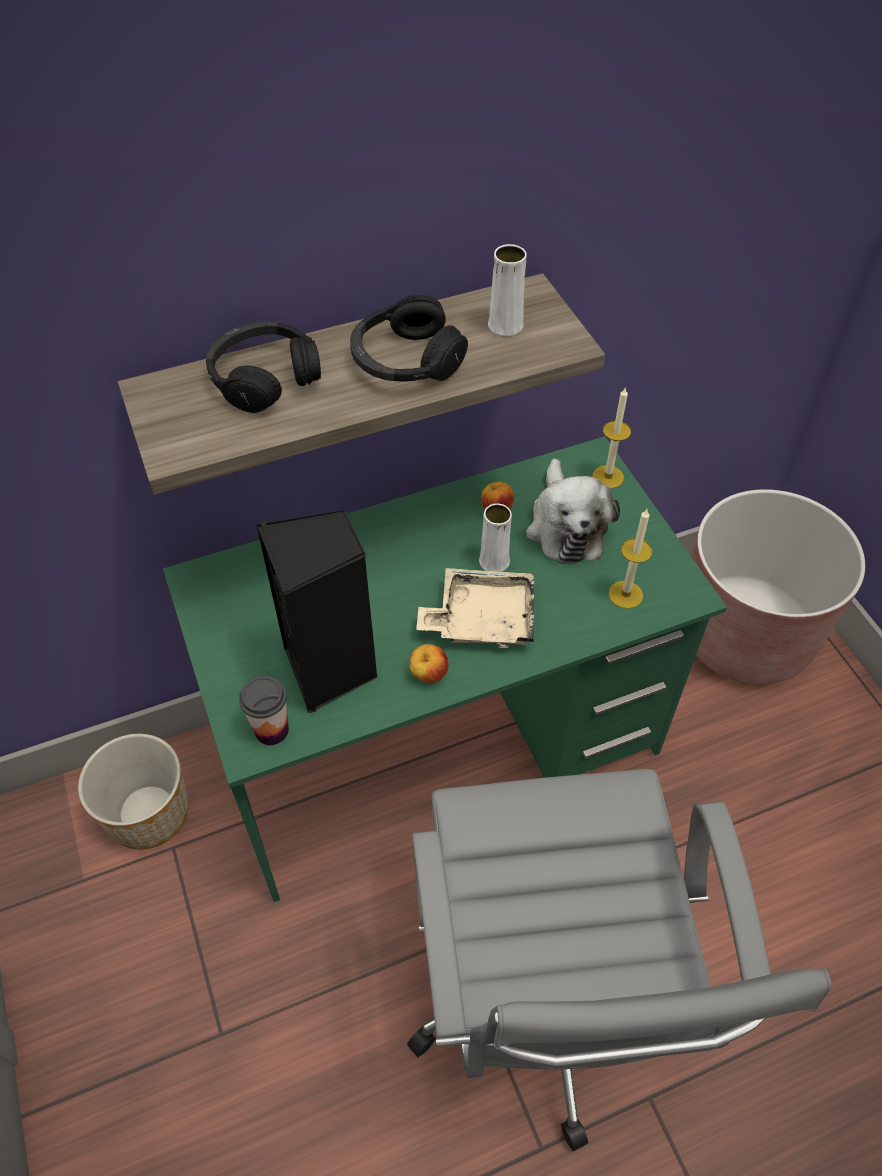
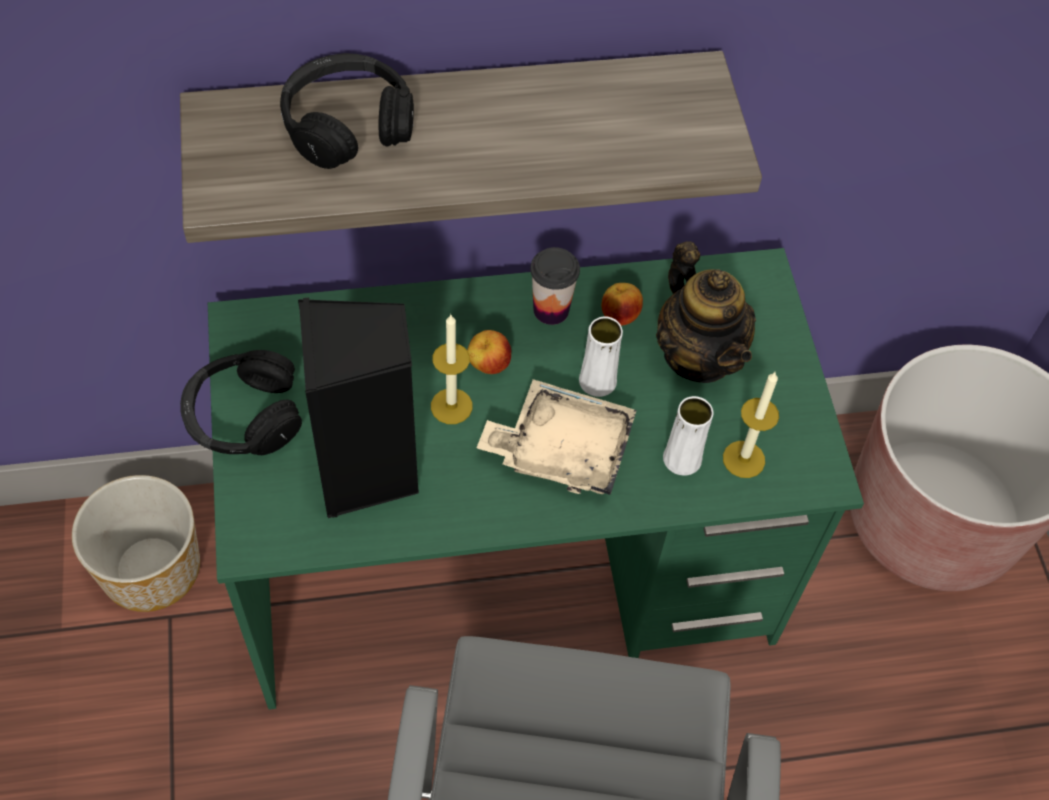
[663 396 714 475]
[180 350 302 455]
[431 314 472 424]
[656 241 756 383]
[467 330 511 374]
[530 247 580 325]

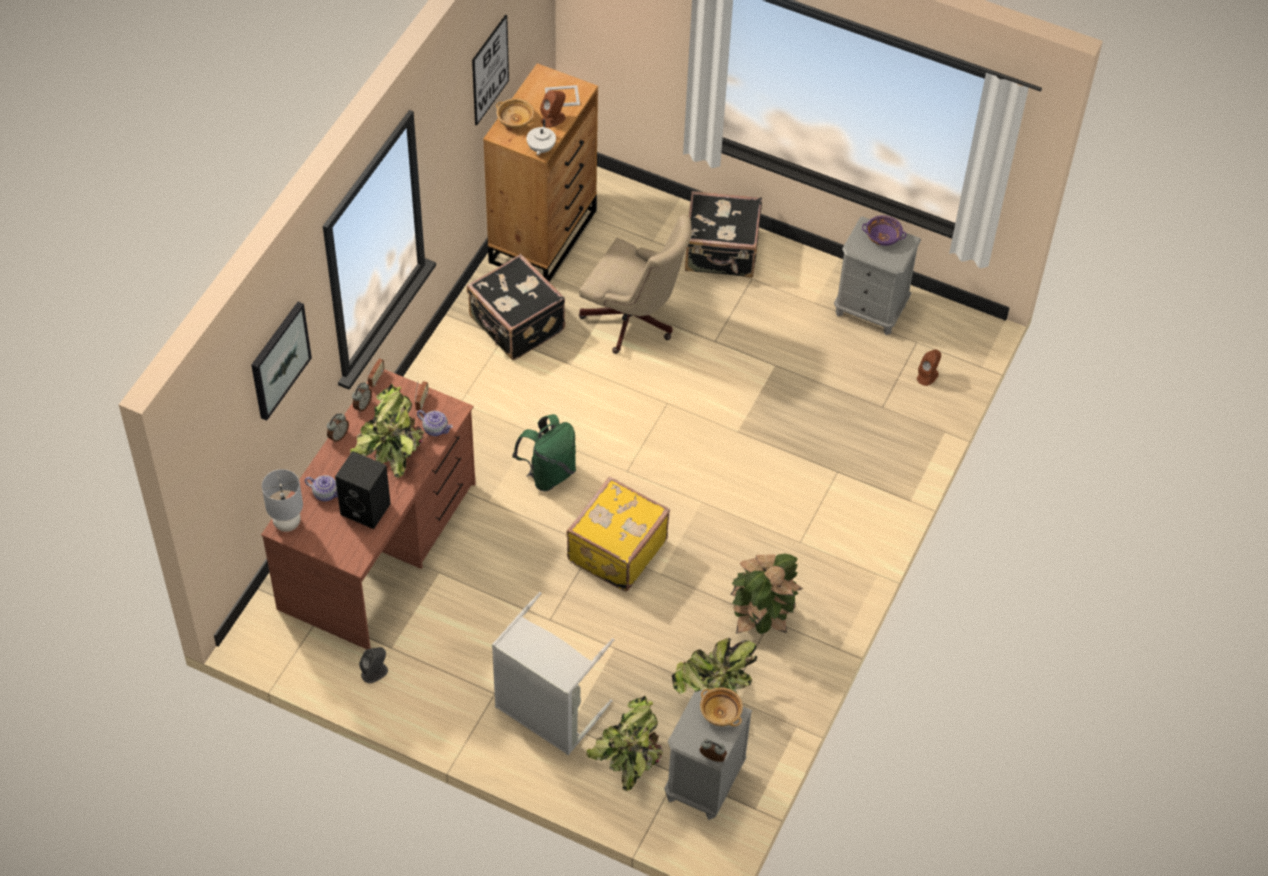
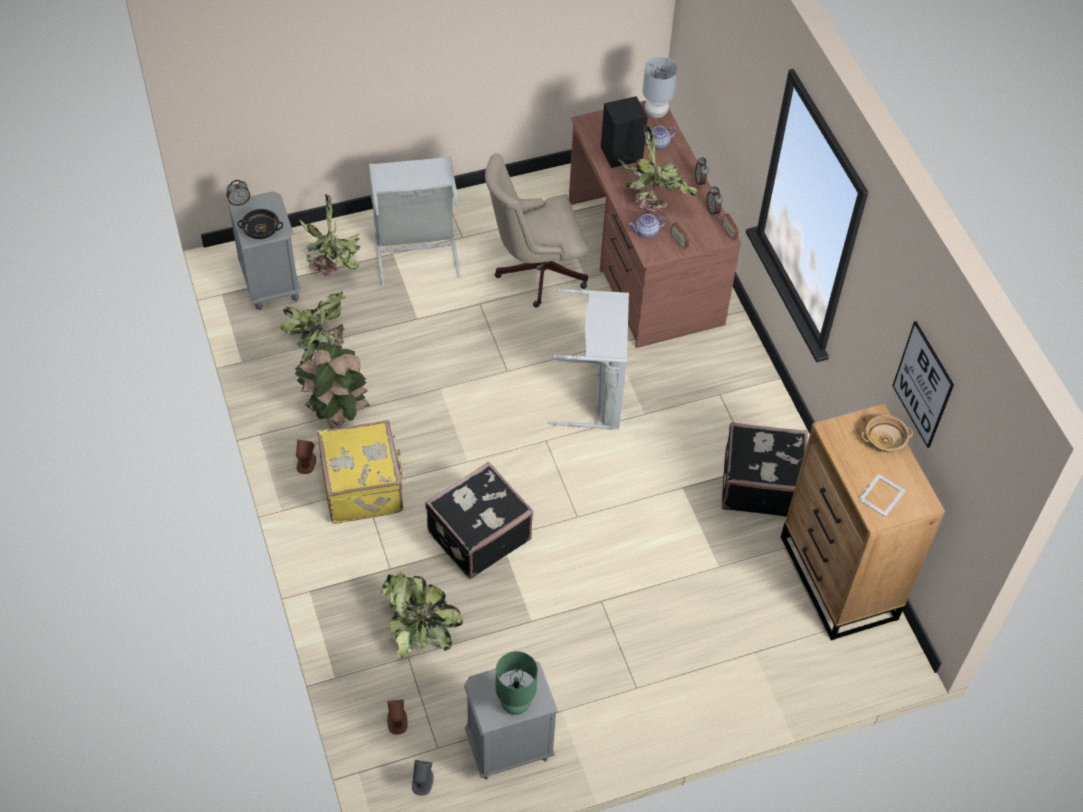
[296 440 316 474]
[526 119 556 155] (first image)
[425 462 534 579]
[485 153 589 307]
[496 651 538 715]
[251 302 312 421] (first image)
[550 289 629 429]
[317 420 404 523]
[412 760 434 796]
[237 209 283 239]
[381 572 463 658]

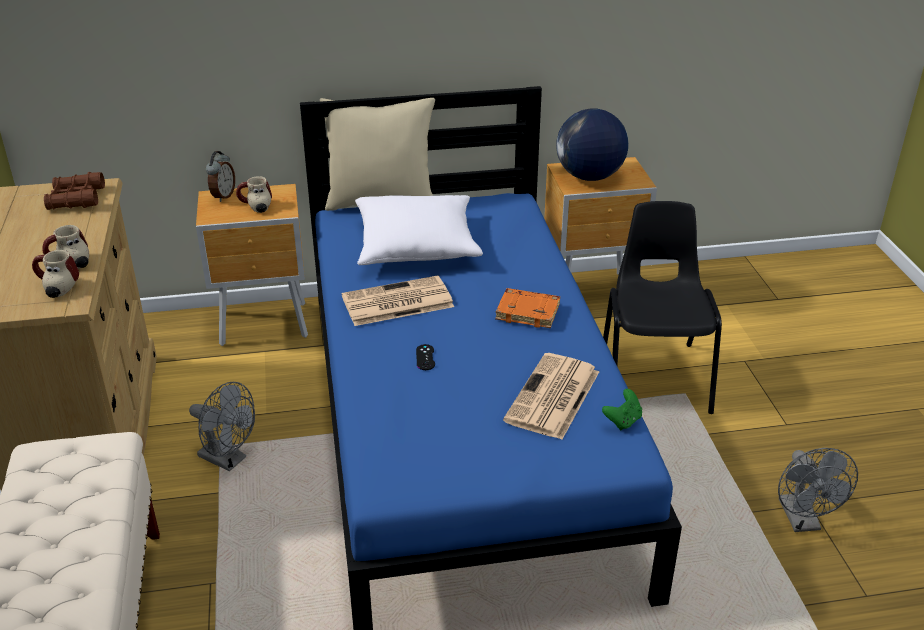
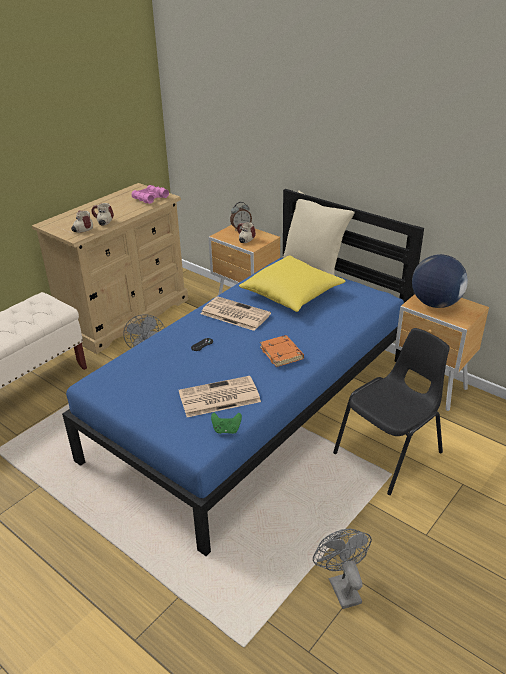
[132 185 169 204]
[239 255 346 312]
[313 529 372 609]

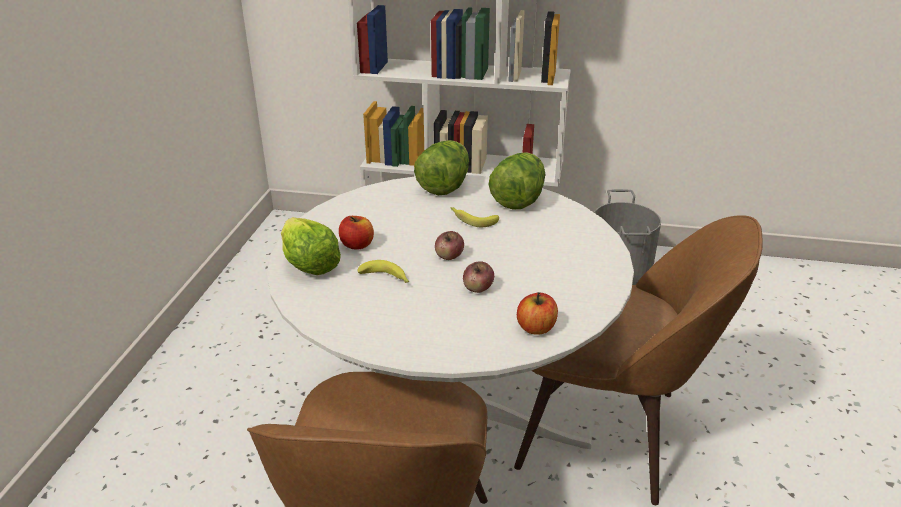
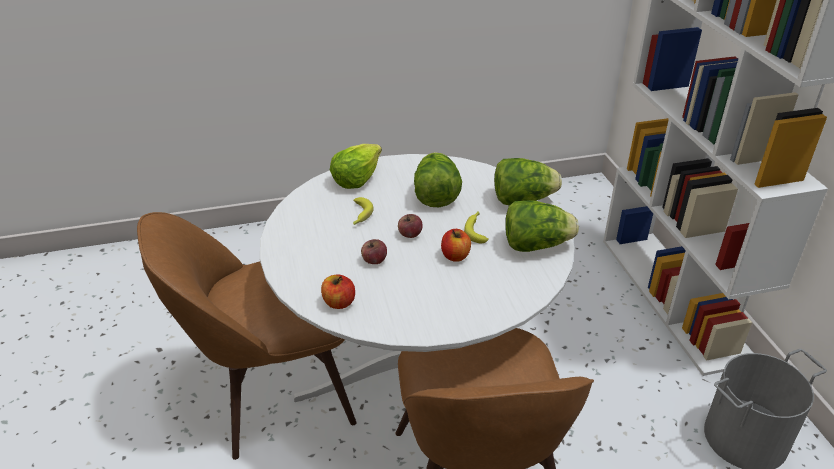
[441 229 471 262]
[414 152 462 207]

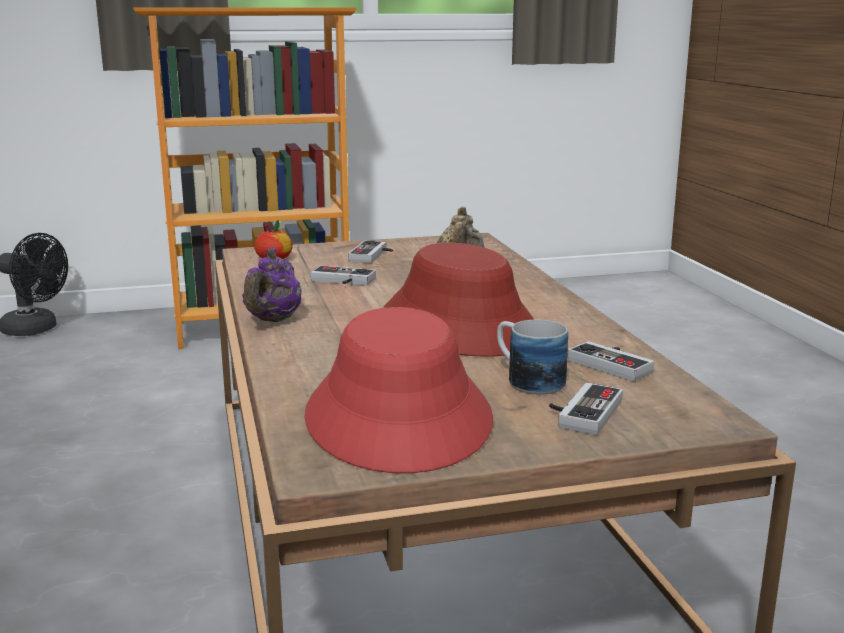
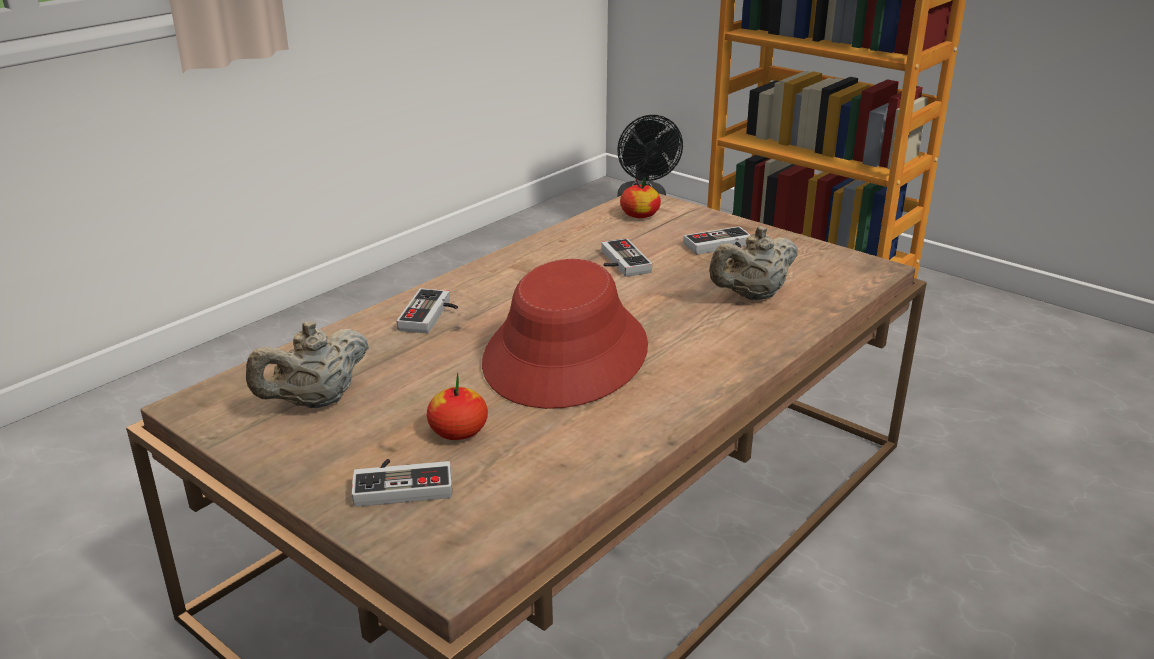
[242 248 302 322] (first image)
[246 321 369 408]
[427 373 488 440]
[397 288 458 334]

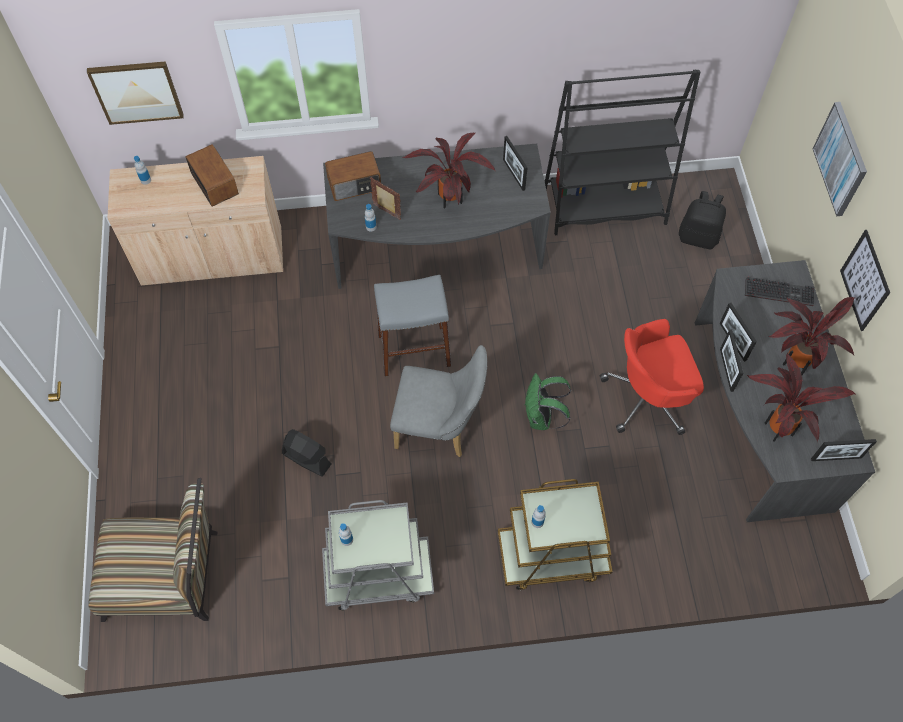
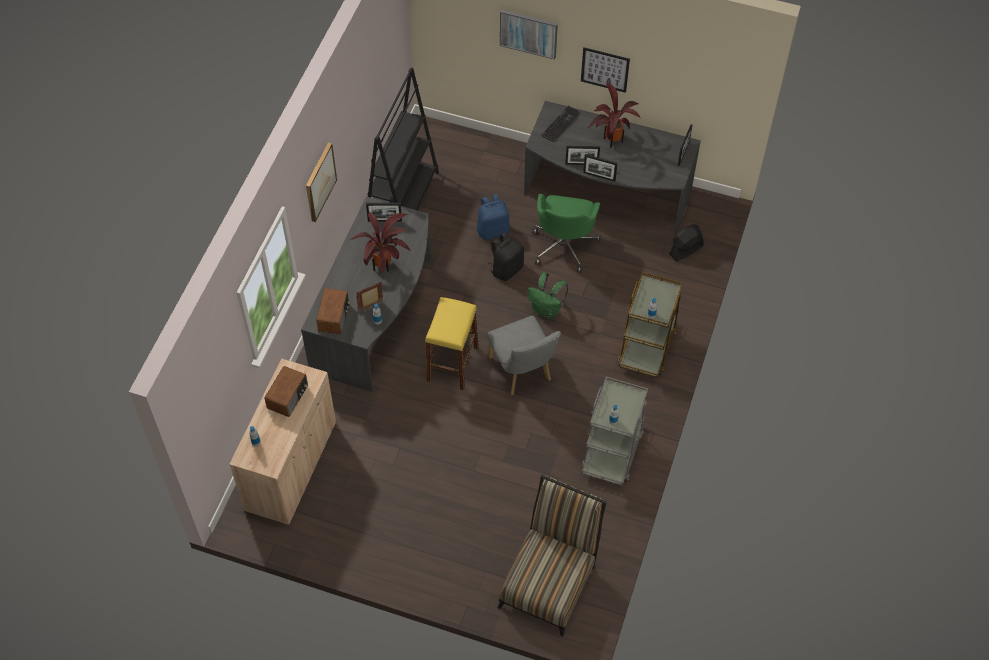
[306 142 337 222]
[265 366 308 417]
[488 232 524 281]
[425 297 479 390]
[532 194 601 273]
[487 316 561 395]
[747 352 855 442] (first image)
[669 224 704 262]
[477 194 510 240]

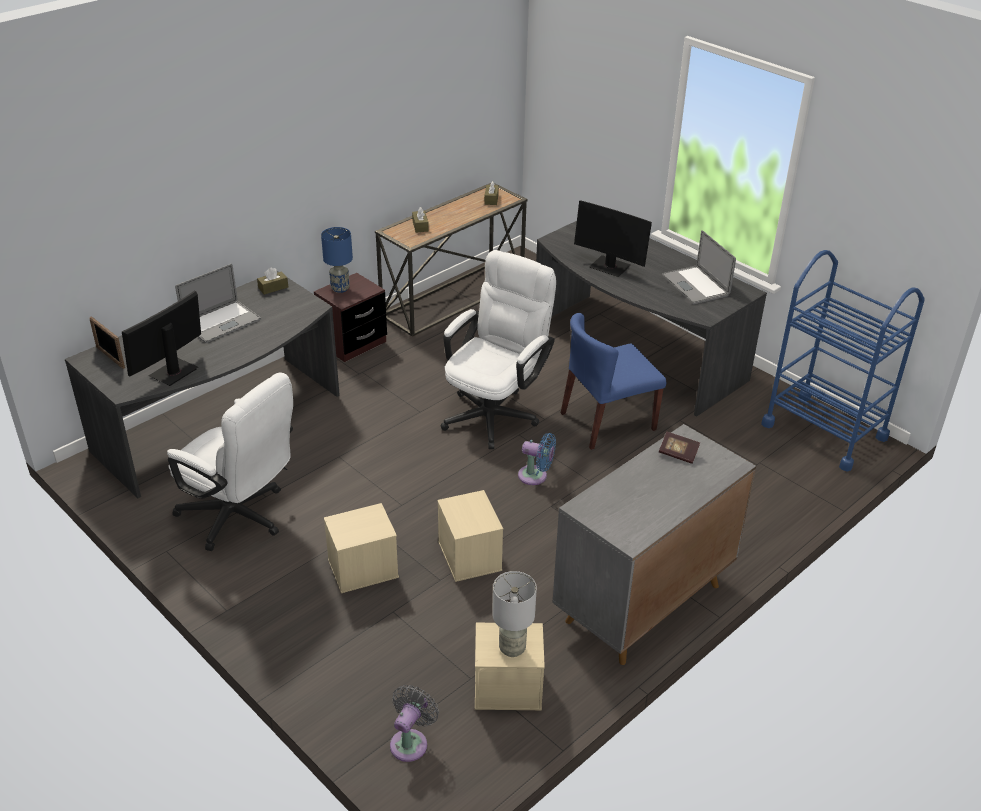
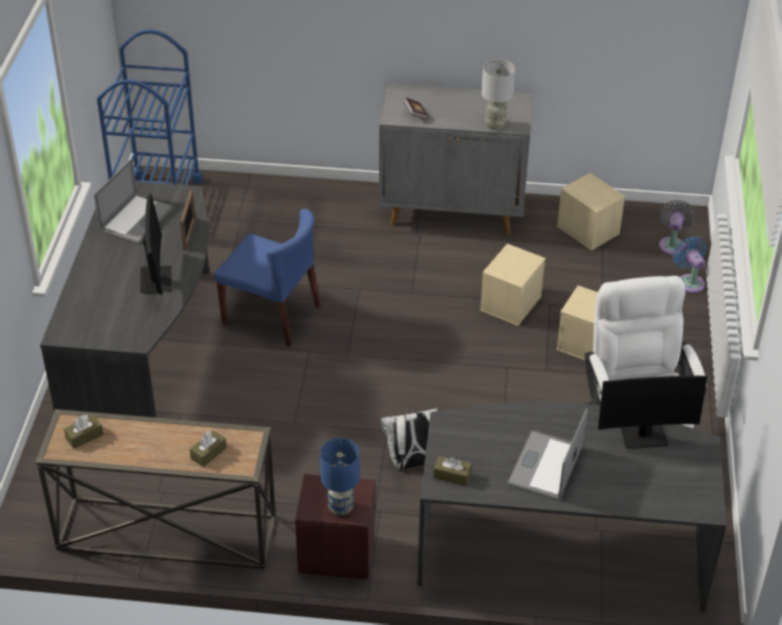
[441 250 556 449] (first image)
[507 409 588 500]
[180 190 196 250]
[673 236 707 293]
[482 59 515 130]
[659 199 696 255]
[380 408 438 471]

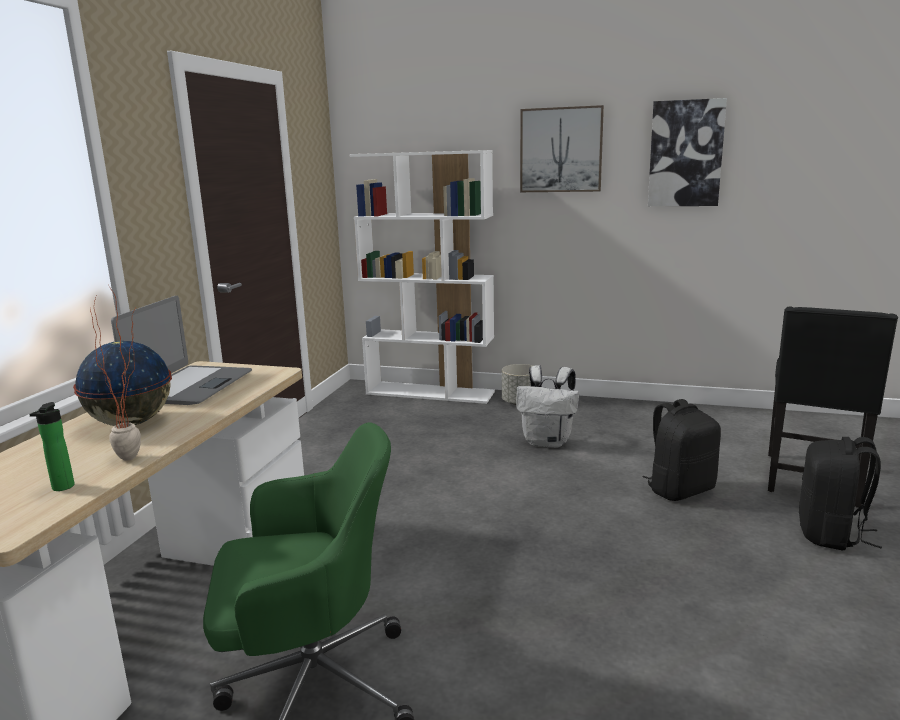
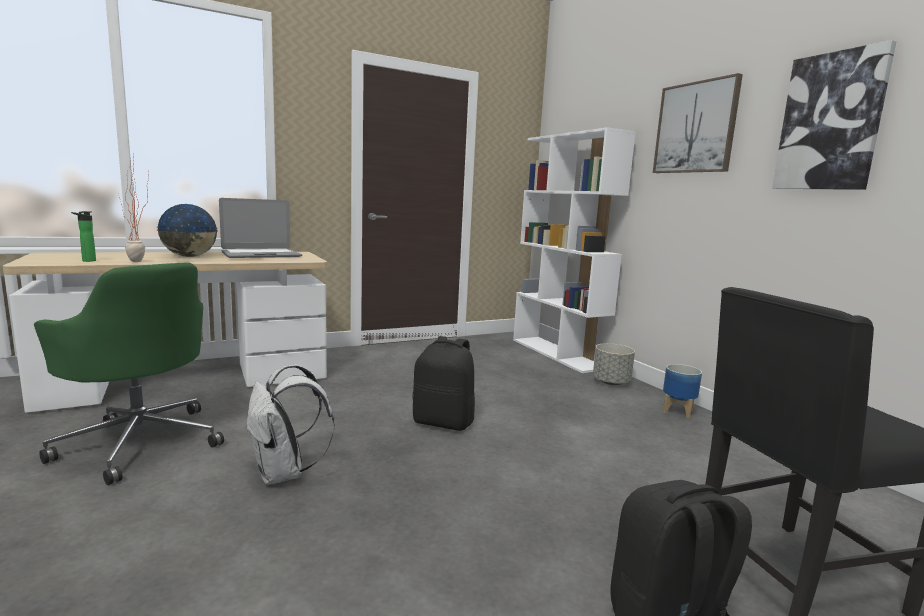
[247 364 335 485]
[412 336 475 431]
[663 364 702 419]

